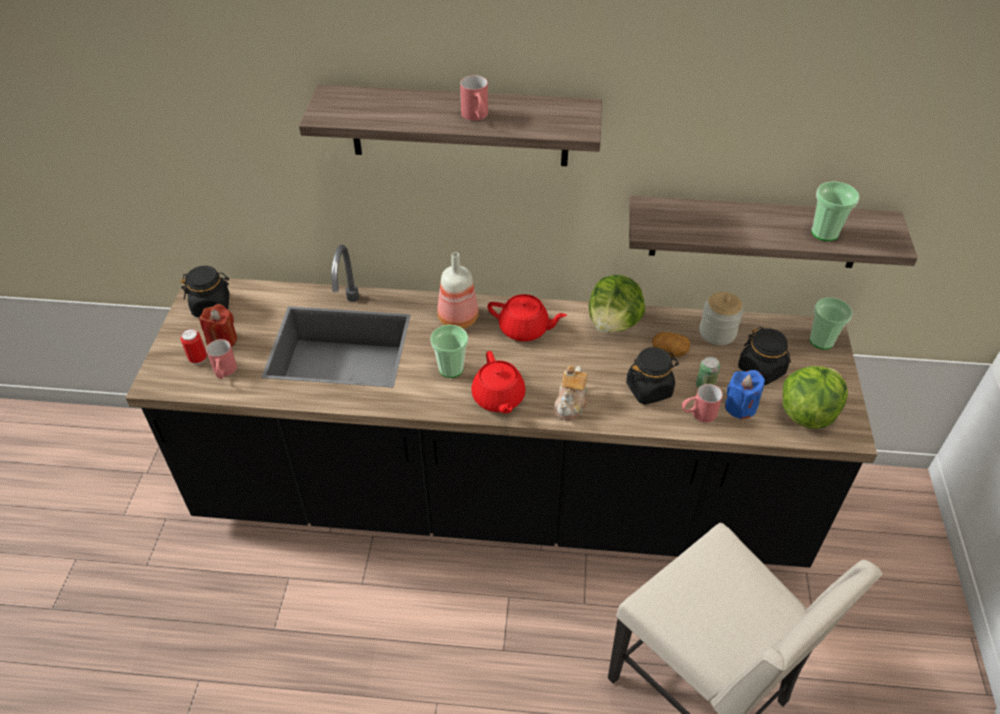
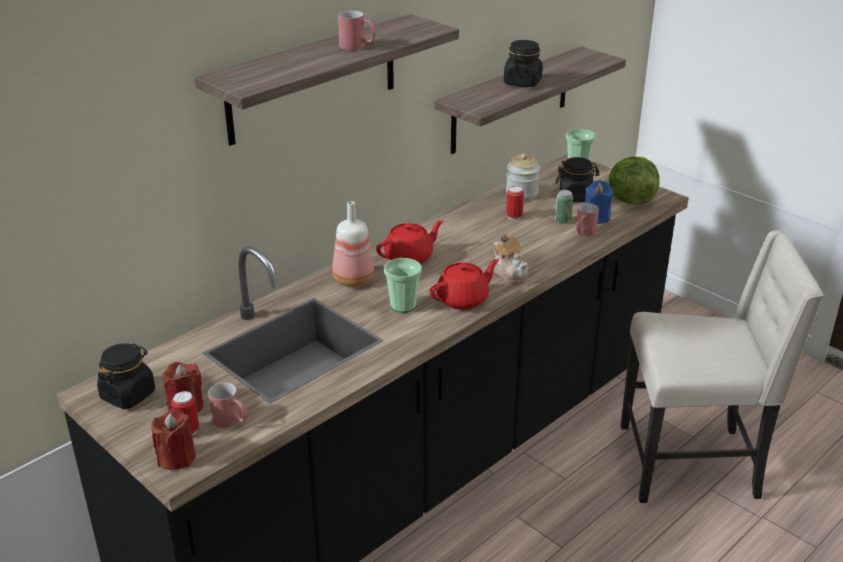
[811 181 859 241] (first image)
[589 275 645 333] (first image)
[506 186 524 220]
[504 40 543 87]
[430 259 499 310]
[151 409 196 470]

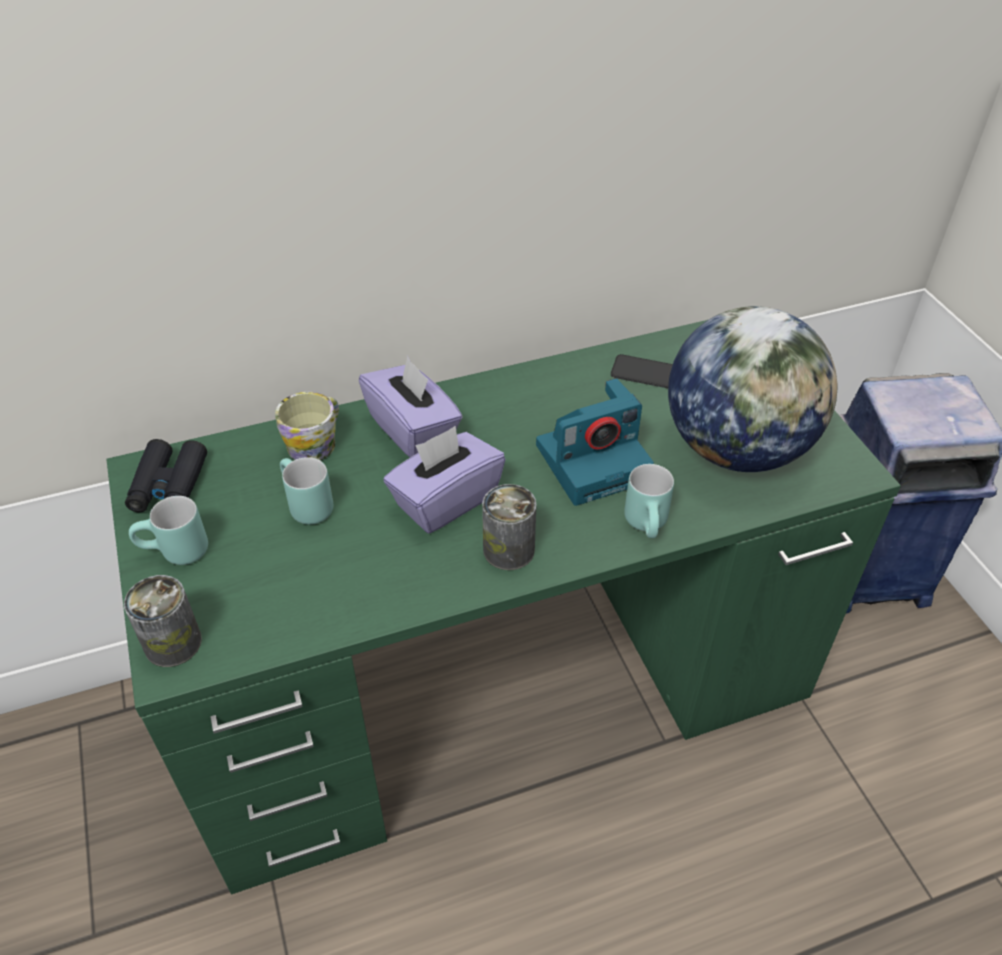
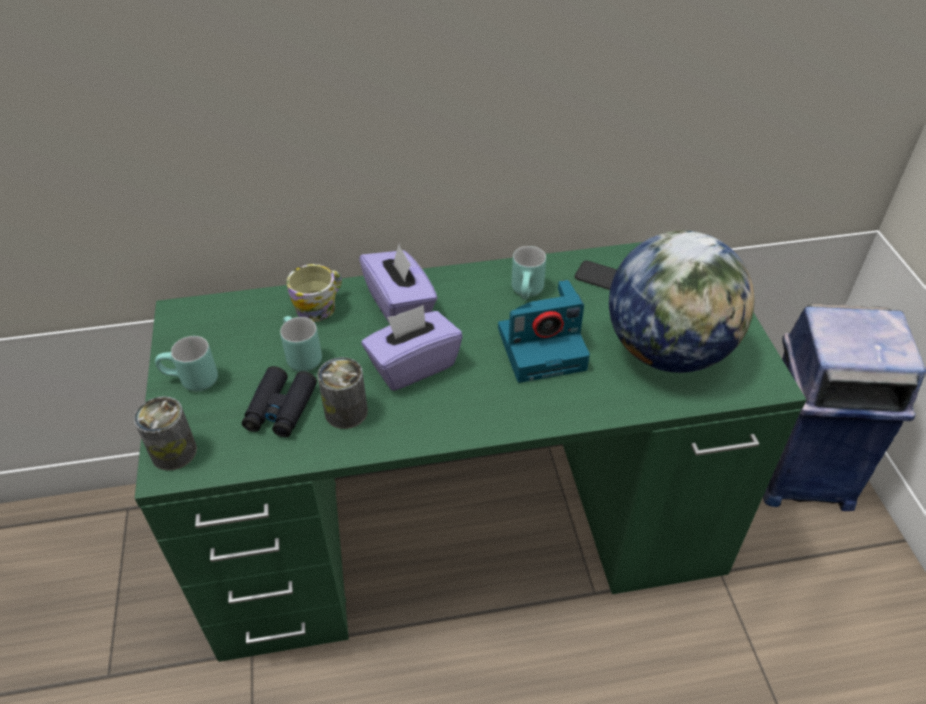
[242 366 317 437]
[512 246 546 300]
[317 357 368 429]

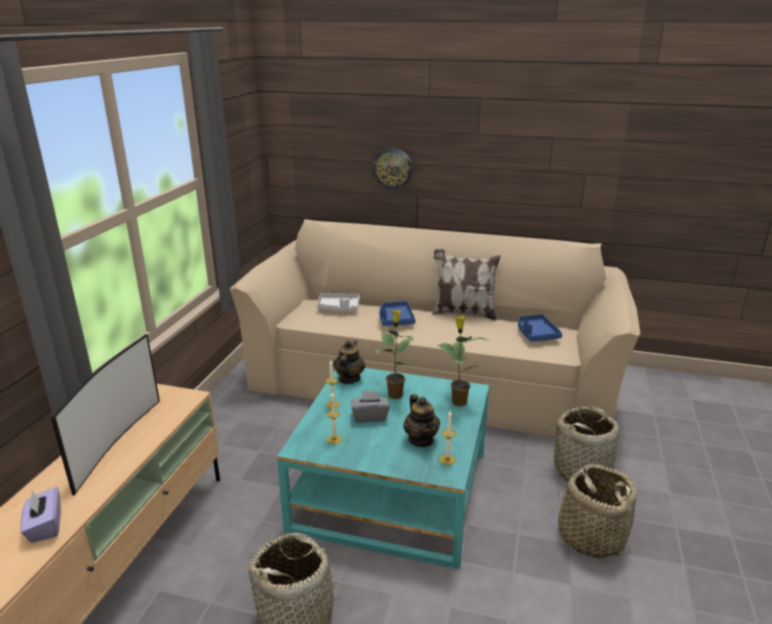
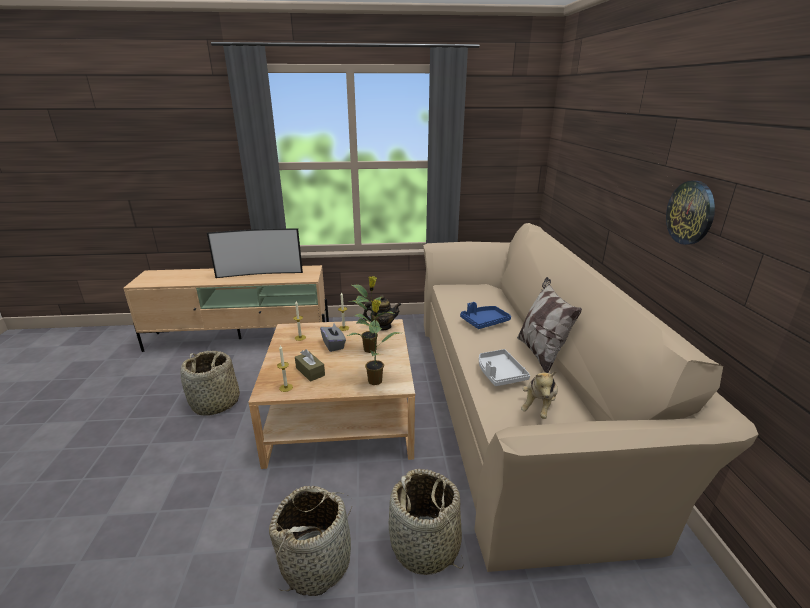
[666 181 715 245]
[479 349 530 386]
[521 371 558 419]
[248 319 415 469]
[295 349 325 382]
[20 487 61 543] (first image)

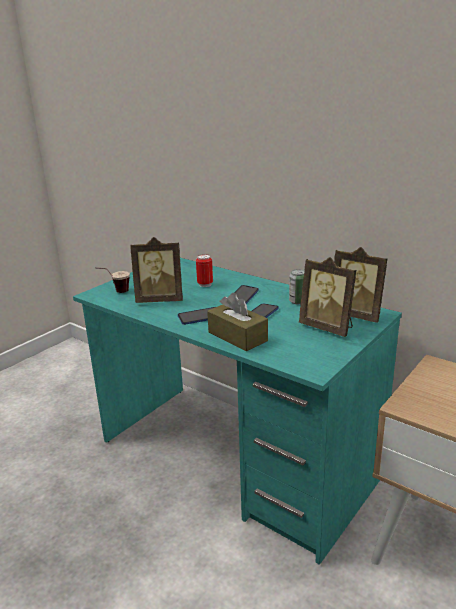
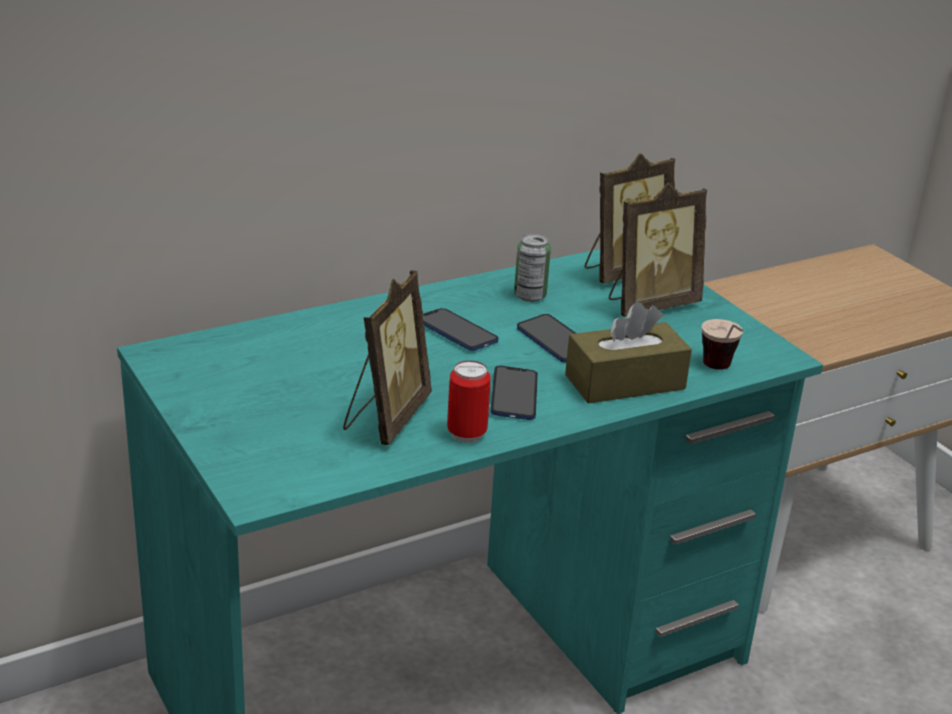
[447 361 491 443]
[702 319 743 370]

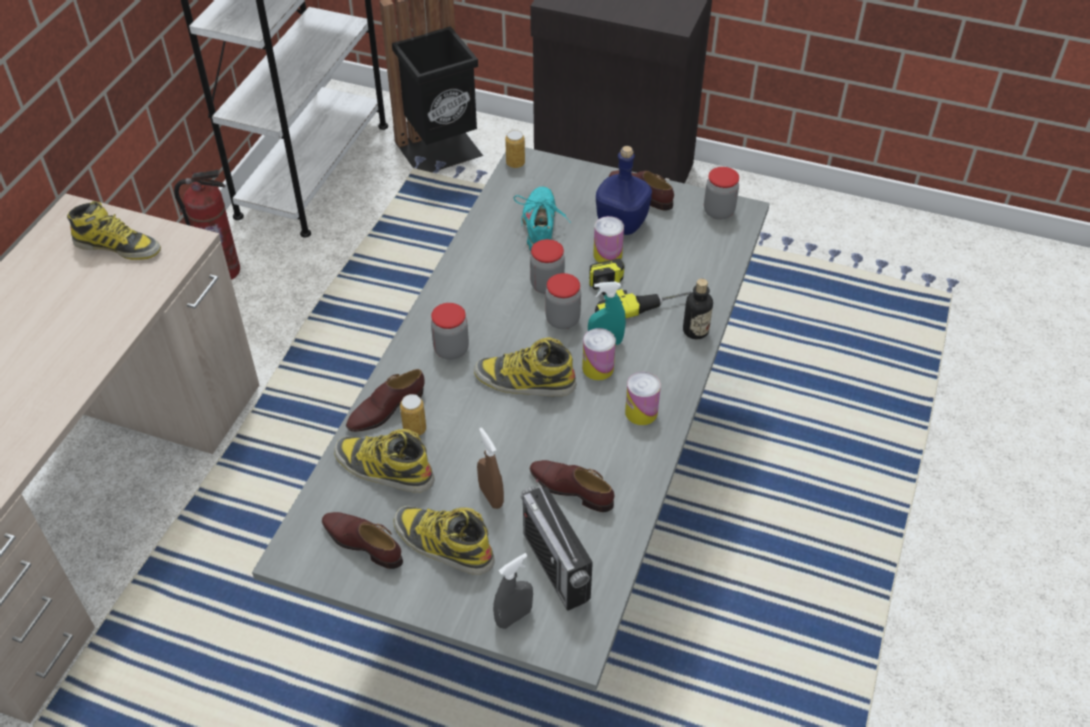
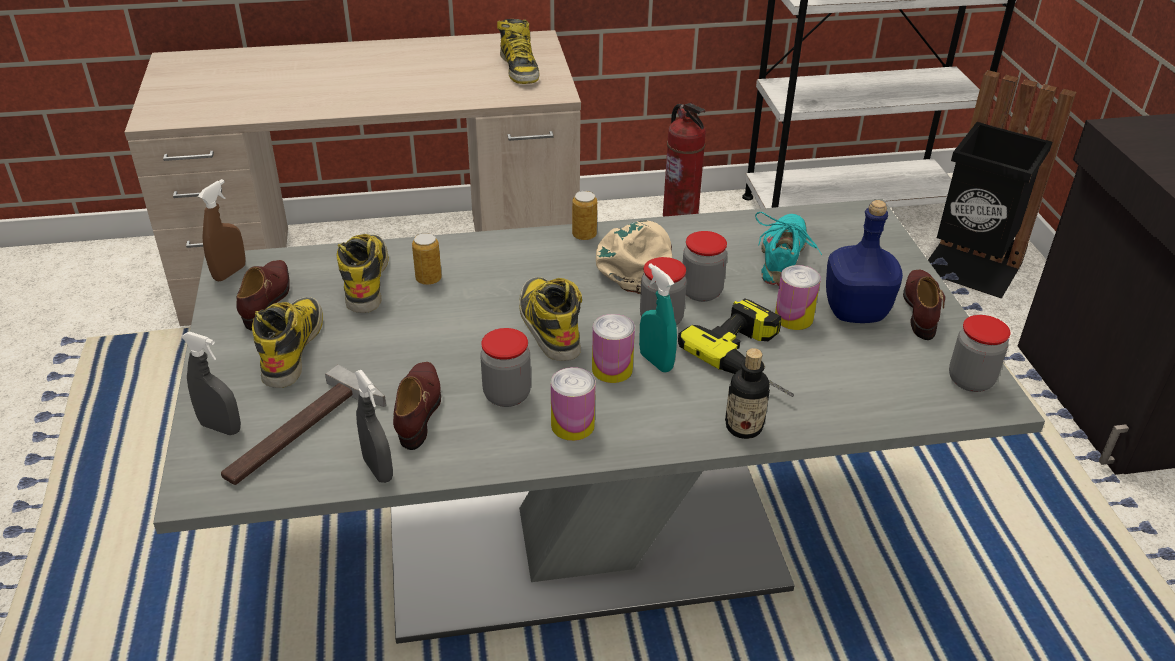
[572 191 597 241]
[755 212 822 286]
[480 328 531 407]
[346 369 425 432] (first image)
[198 179 246 281]
[221 364 386 485]
[596 220 672 294]
[355 370 393 483]

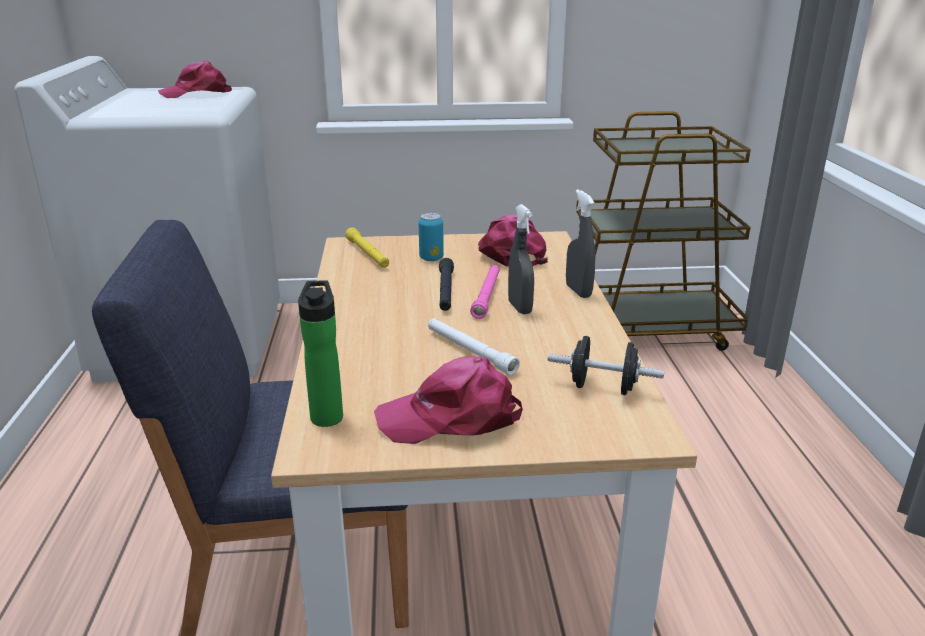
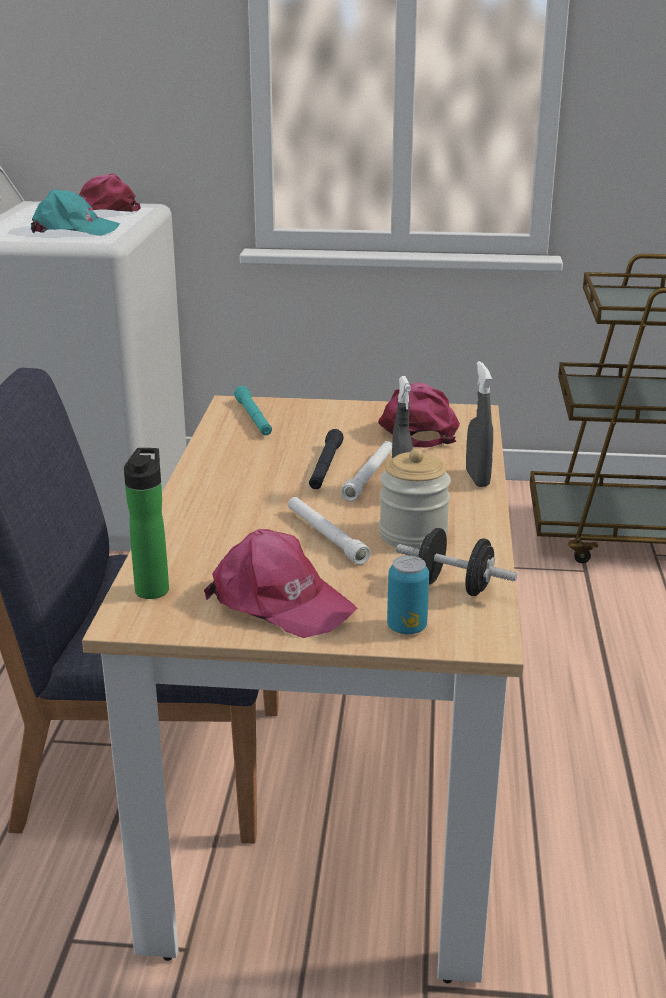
[387 555 429 634]
[234 386 272 435]
[341 441 392 501]
[204 529 358 638]
[31 189 120 236]
[379 449 451 549]

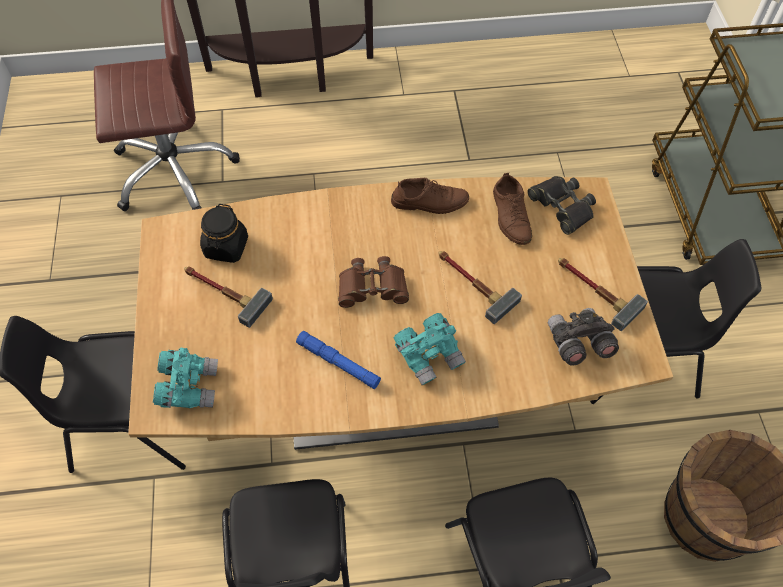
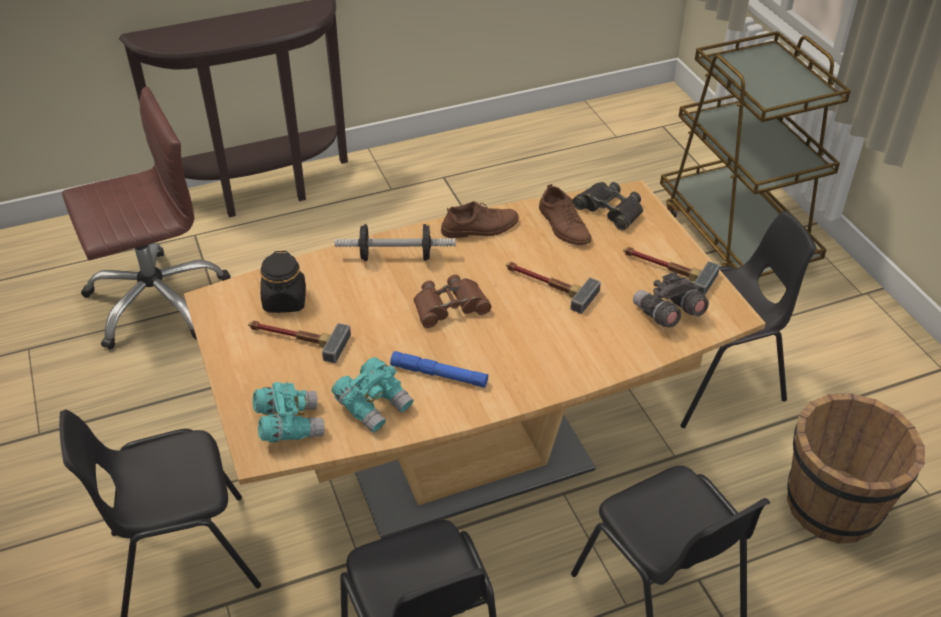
[332 357 414 433]
[335 224 455 261]

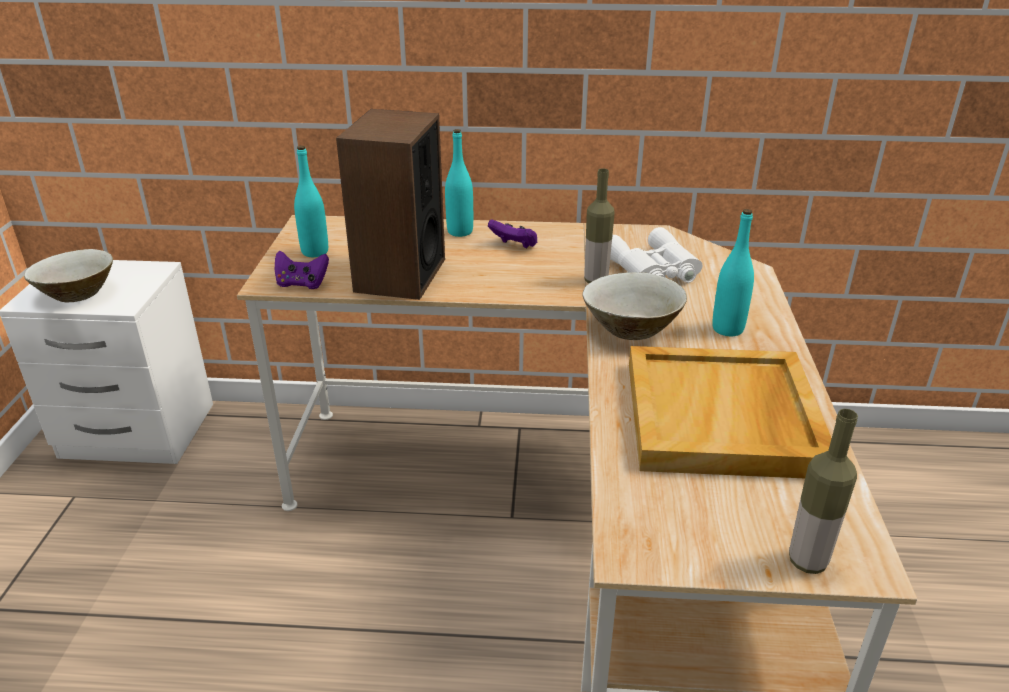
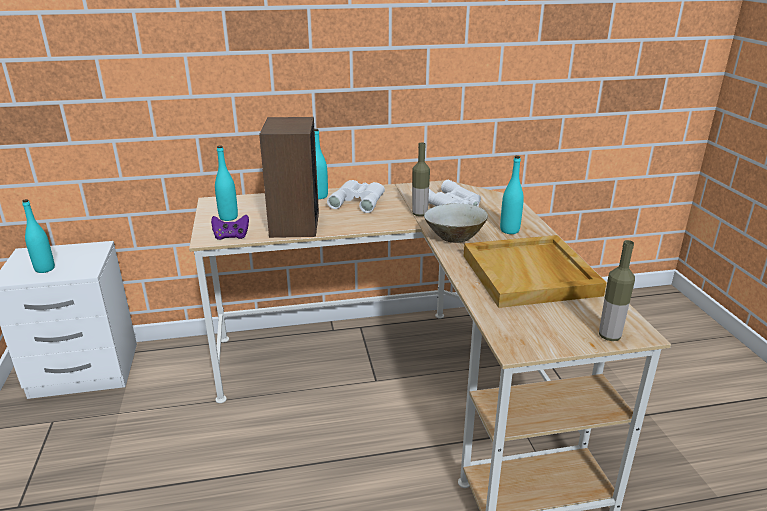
[327 180 385 213]
[22 199 55 273]

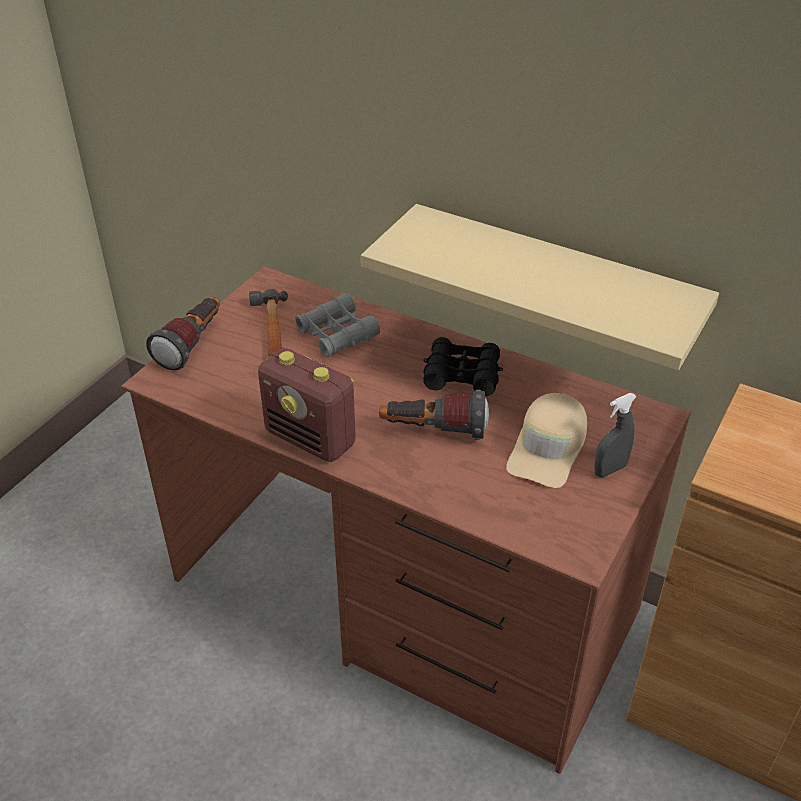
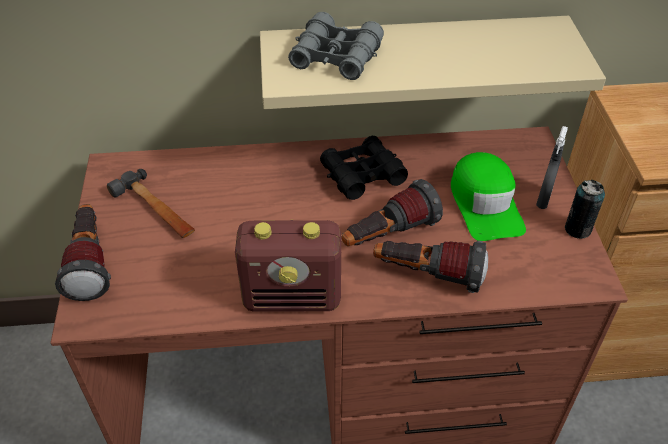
[288 12 384 80]
[451 152 526 241]
[565 180 605 239]
[373 240 488 293]

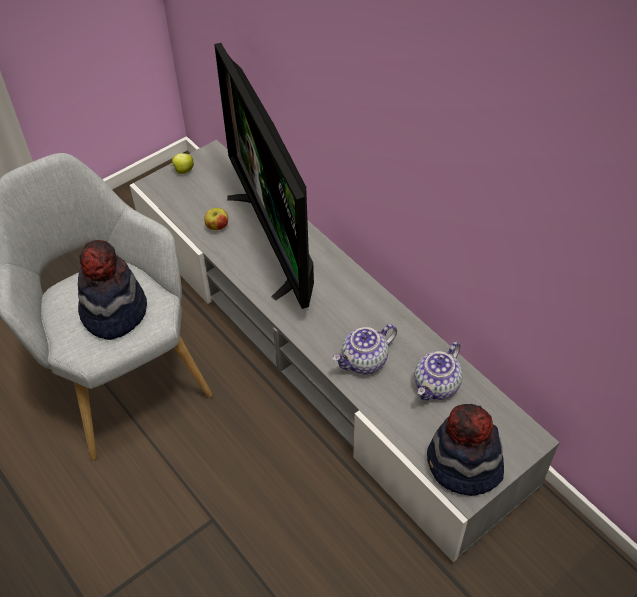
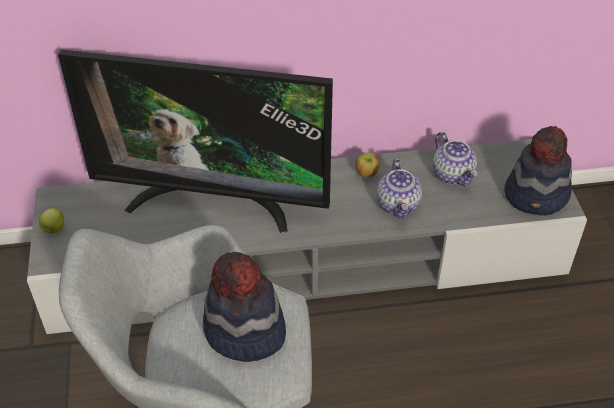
[355 152 380 178]

